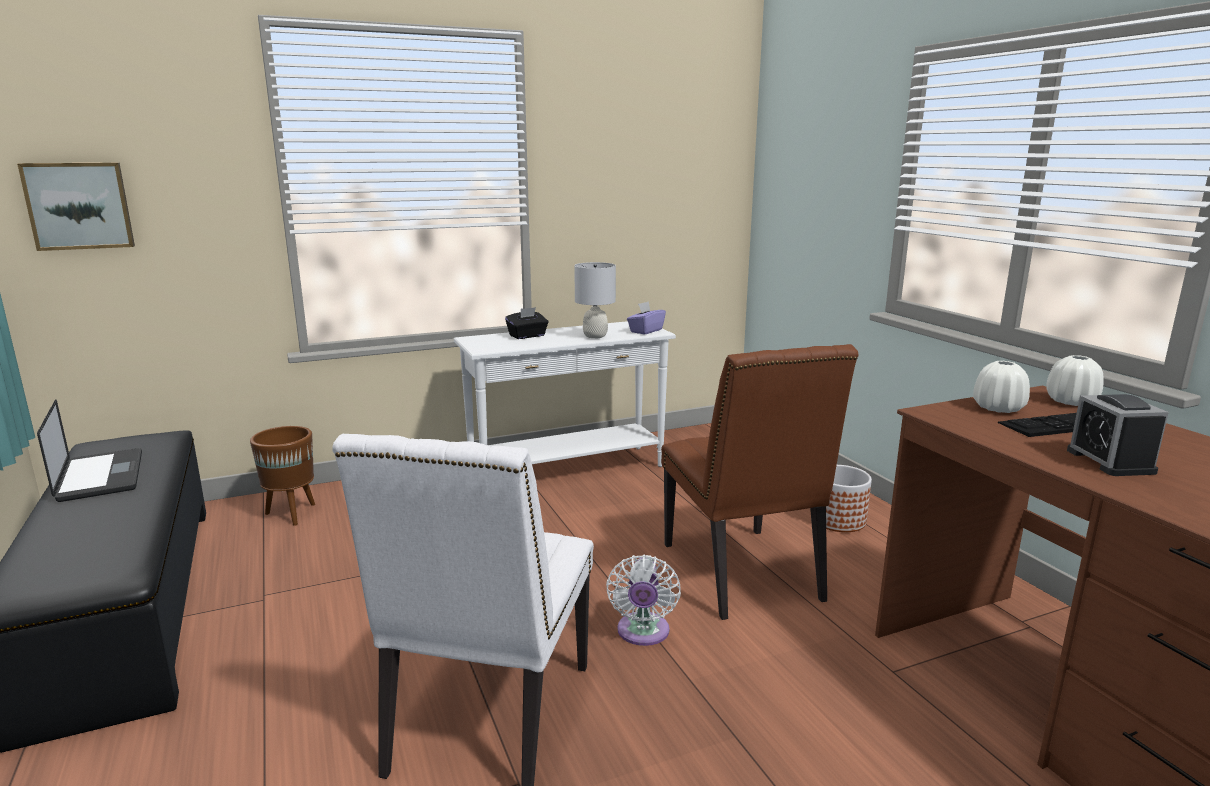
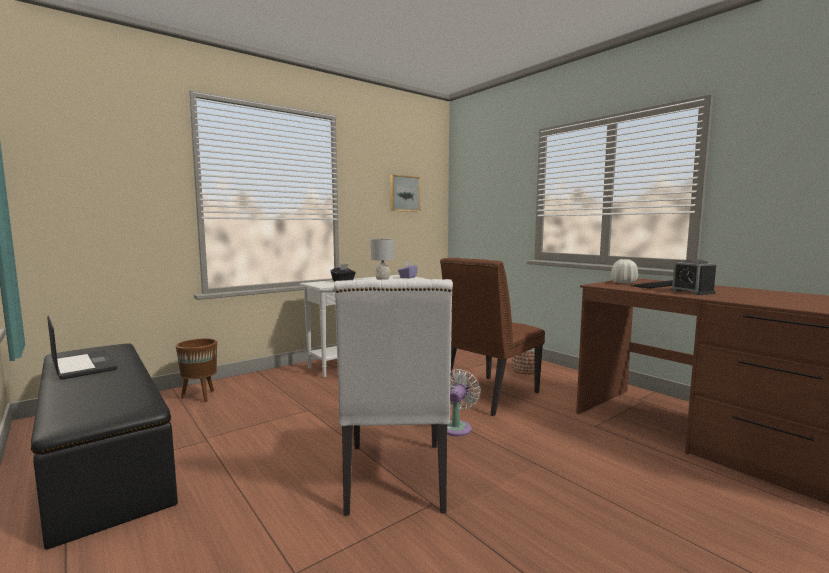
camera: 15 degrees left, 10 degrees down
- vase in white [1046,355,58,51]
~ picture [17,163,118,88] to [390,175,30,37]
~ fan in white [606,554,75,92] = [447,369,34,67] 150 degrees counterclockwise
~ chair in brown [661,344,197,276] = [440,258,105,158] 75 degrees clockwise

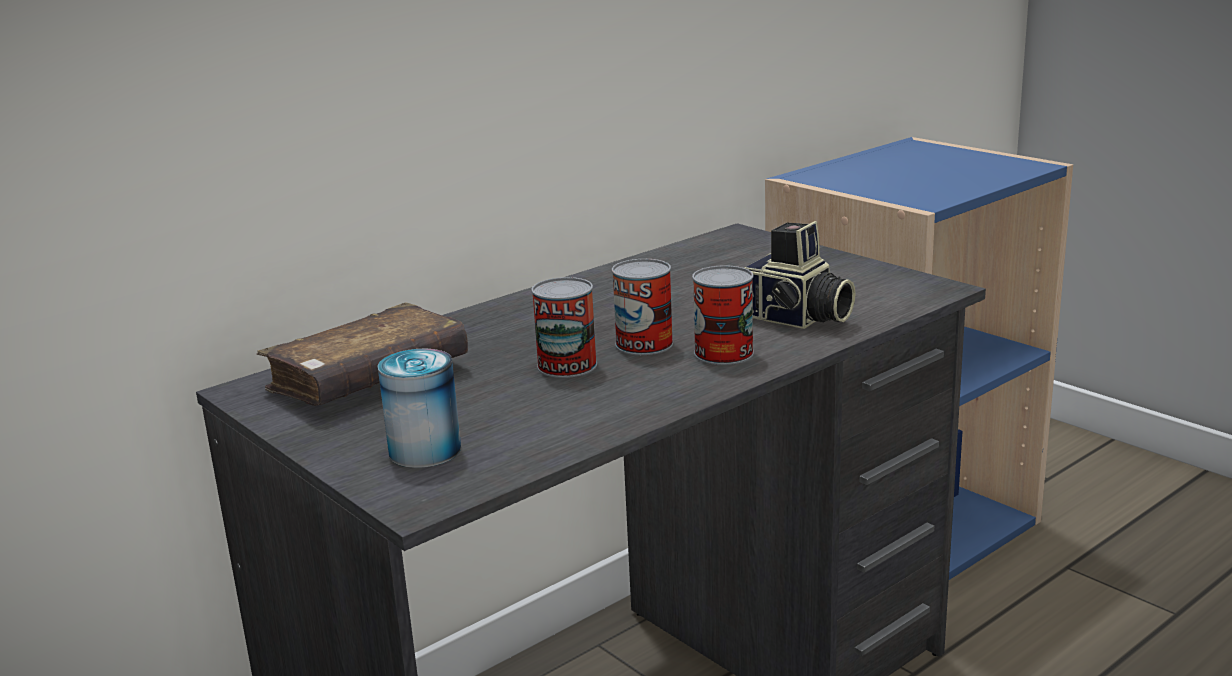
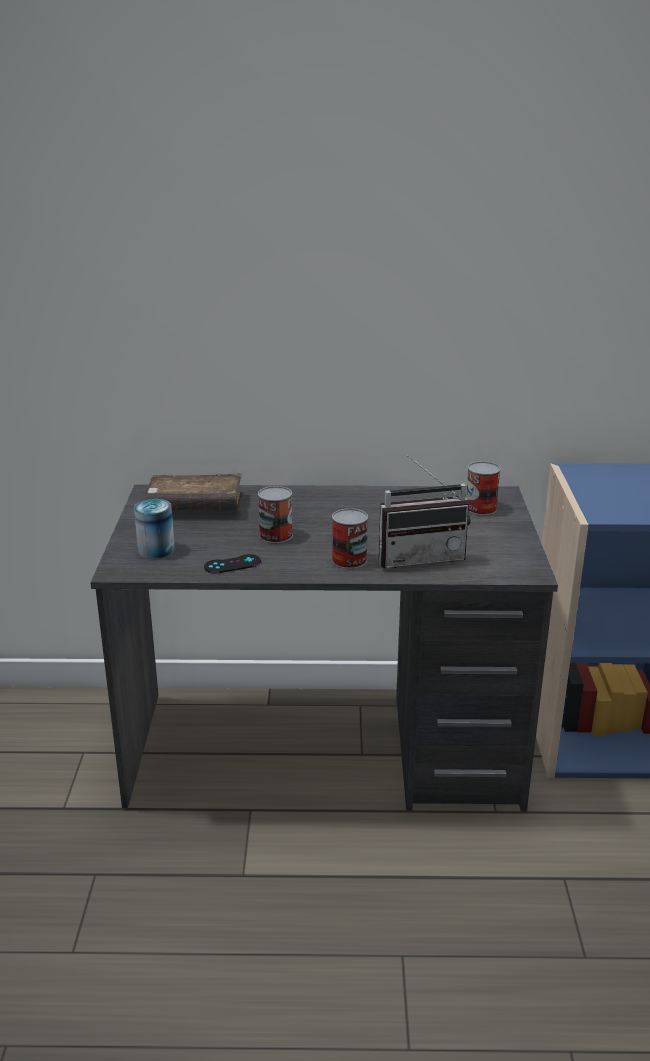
camera: 40 degrees right, 5 degrees up
+ game controller in black [204,554,57,19]
~ can [612,259,61,96] to [466,461,35,54]
~ photo camera [744,221,112,108] to radio [379,455,92,113]

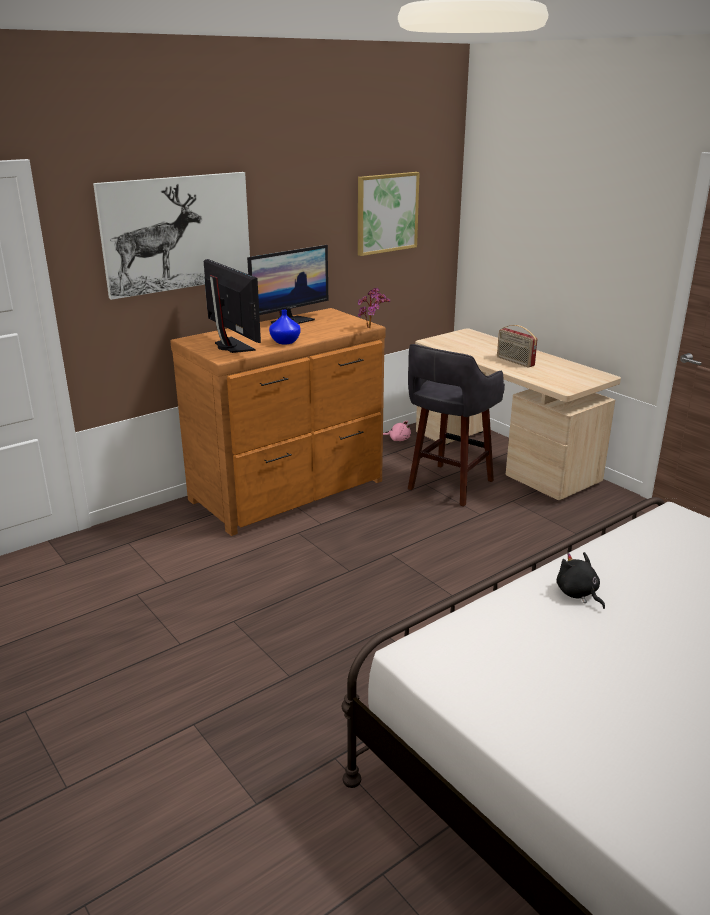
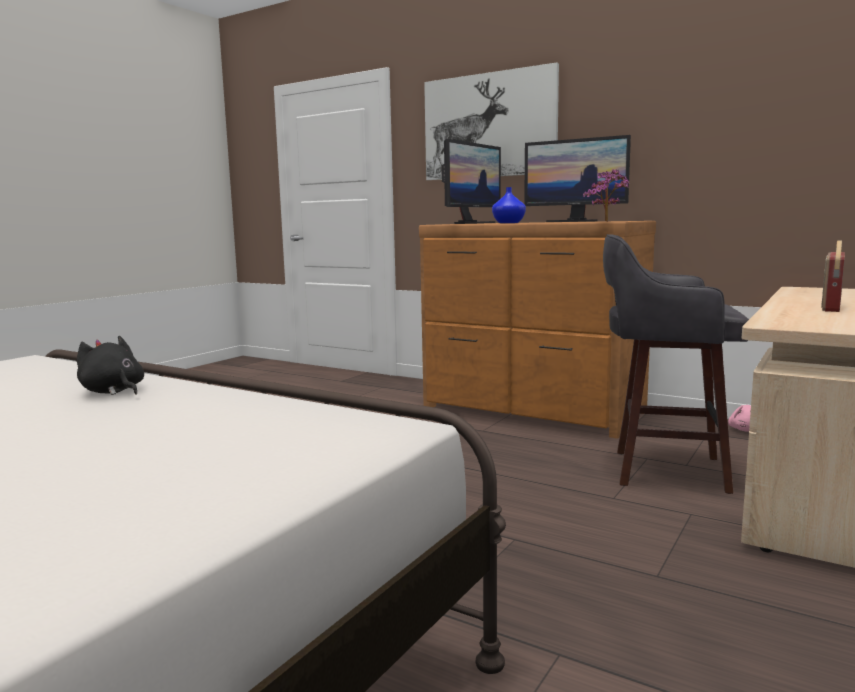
camera: 70 degrees right, 15 degrees down
- picture [358,172,62,84]
~ plush toy in black [557,552,48,57] = [77,336,67,59] 90 degrees counterclockwise

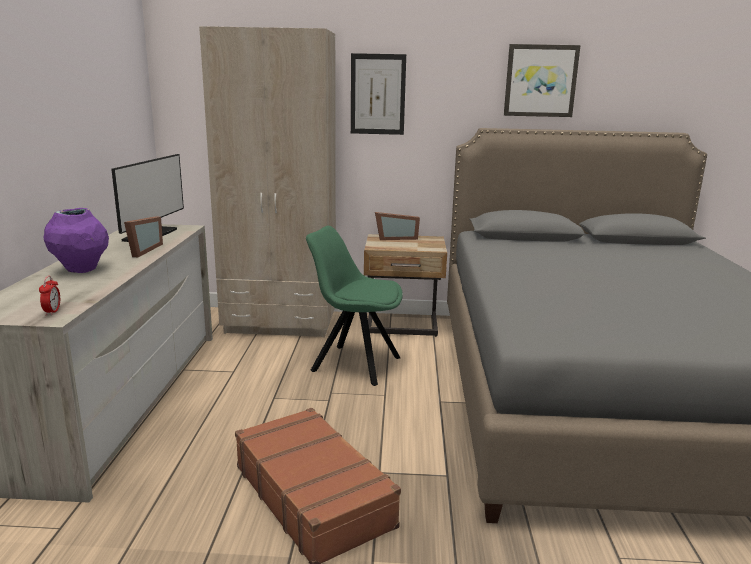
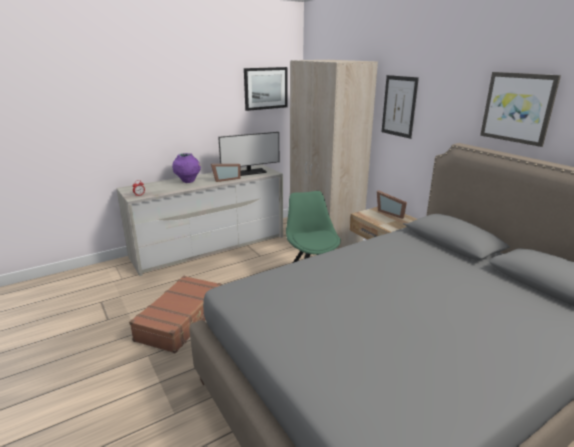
camera: 55 degrees right, 5 degrees up
+ picture [244,67,43,44]

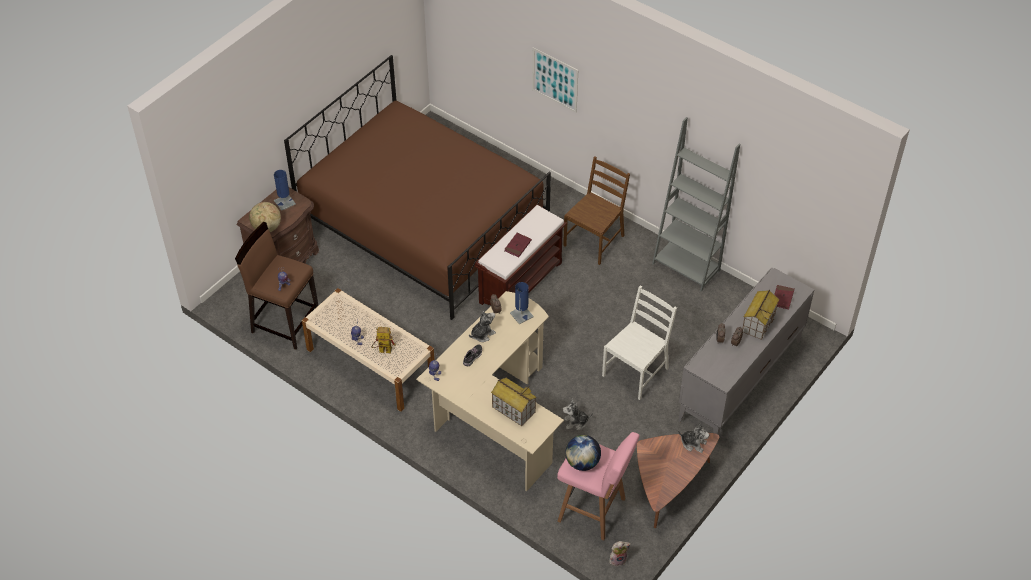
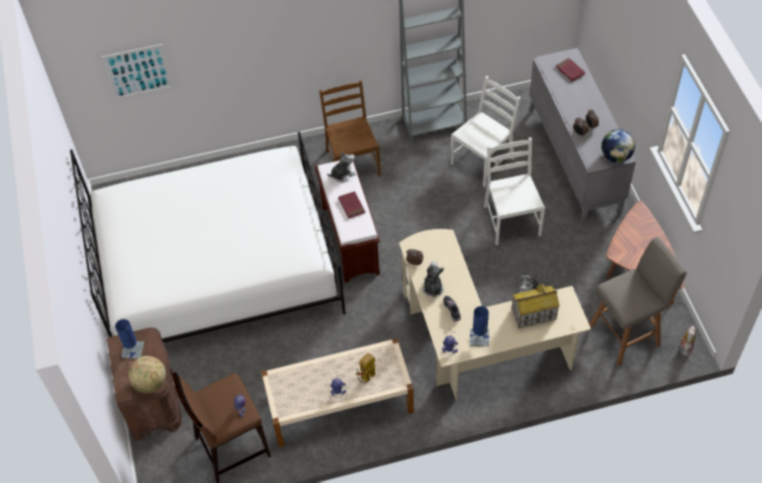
camera: 50 degrees left, 5 degrees up
- toy house [742,290,37,50]
+ chair in white [451,76,70,111]
~ table lamp in blue [510,282,24,42] to [470,306,19,40]
~ picture [532,47,46,66] to [101,44,73,56]
~ globe [565,435,36,36] to [601,129,34,34]
~ plush toy [678,424,32,29] to [327,152,29,30]
~ bed in brown [284,55,267,265] to bed in white [70,132,276,211]
~ stool in pink [557,432,82,109] to stool in grey [589,237,98,130]

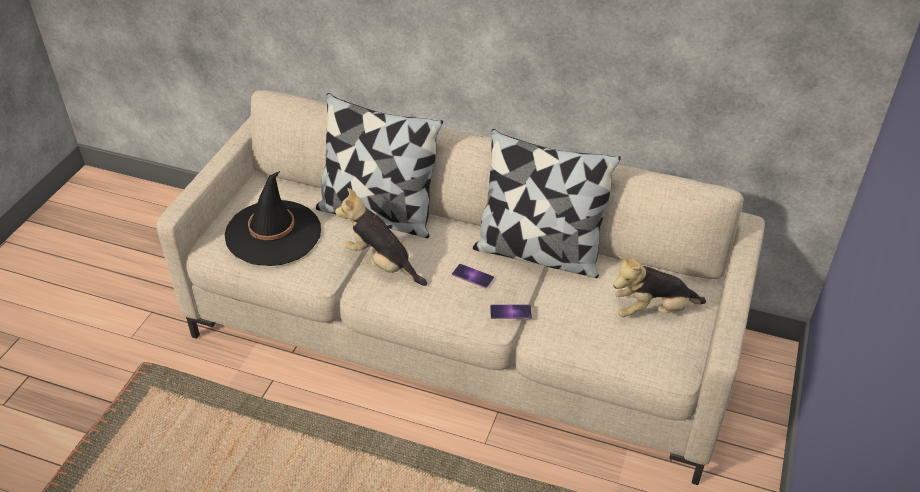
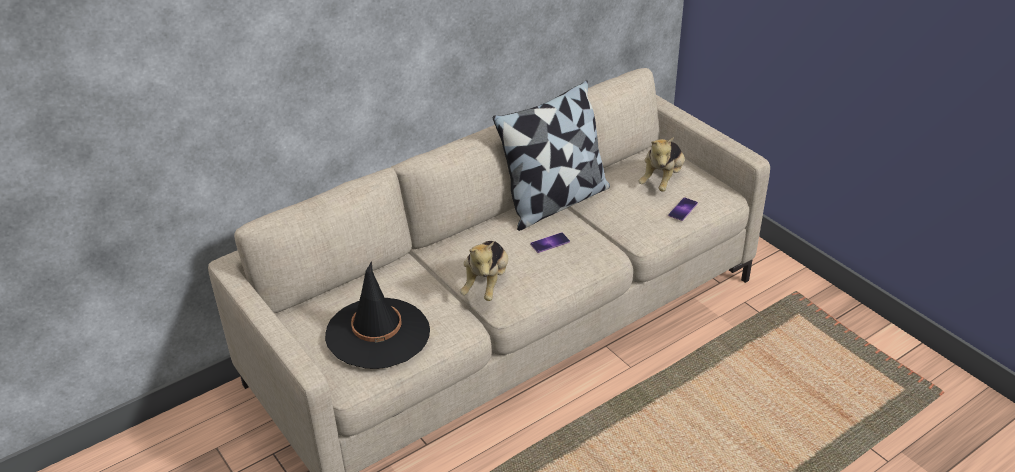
camera: 55 degrees left, 5 degrees down
- pillow [316,93,127,145]
~ phone [490,304,42,15] to [668,197,30,24]
~ plush toy [335,188,93,98] = [460,241,48,60] 60 degrees counterclockwise

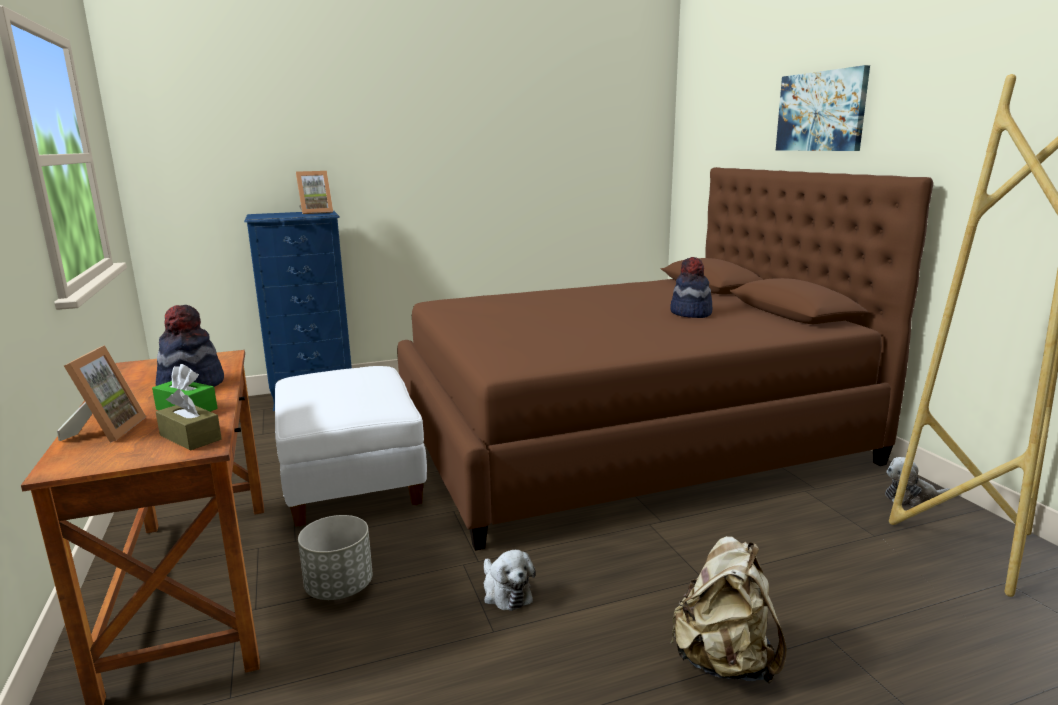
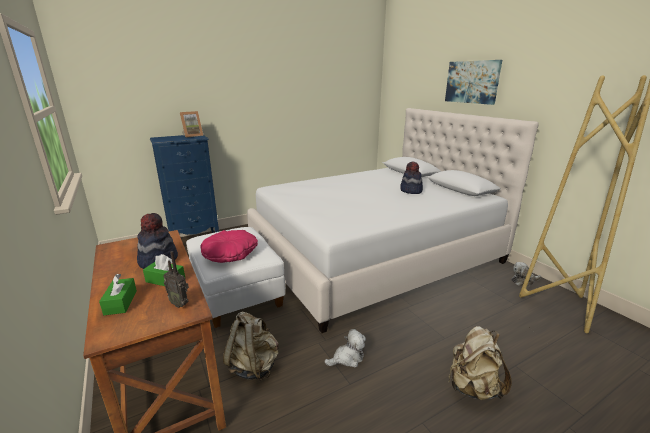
camera: 10 degrees left, 5 degrees up
+ pillow in pink [200,230,58,33]
~ picture frame [57,345,89,98] to tissue box in green [99,274,38,41]
~ tissue box in brown [156,389,66,62] to radio [163,251,26,57]
~ planter in grey [298,515,75,85] to backpack in beige [223,311,56,70]
~ bed in brown [397,167,536,384] to bed in white [247,108,292,225]
~ plush toy [484,550,52,61] = [324,329,42,38] 75 degrees counterclockwise

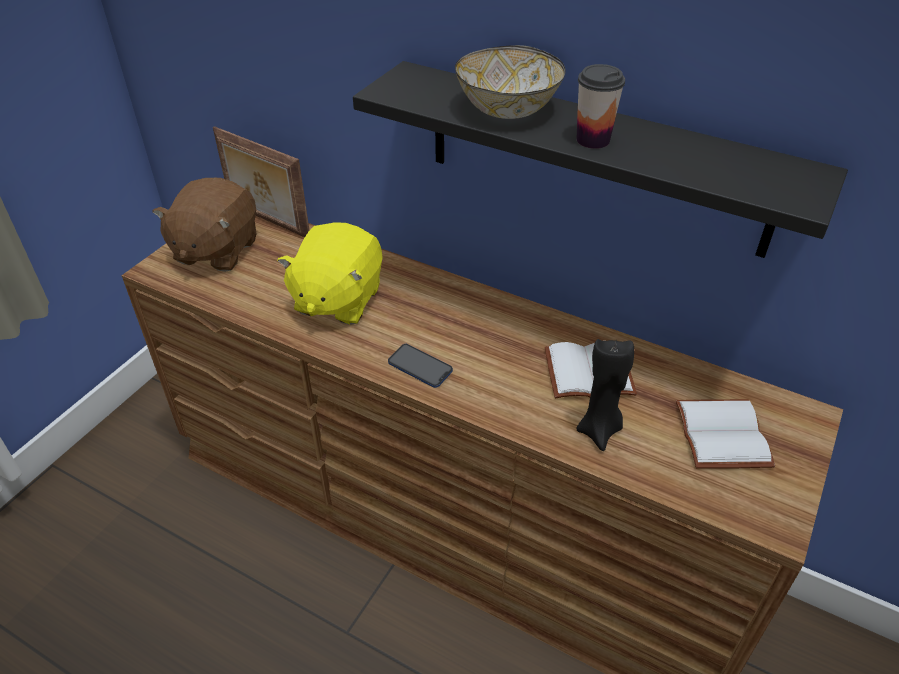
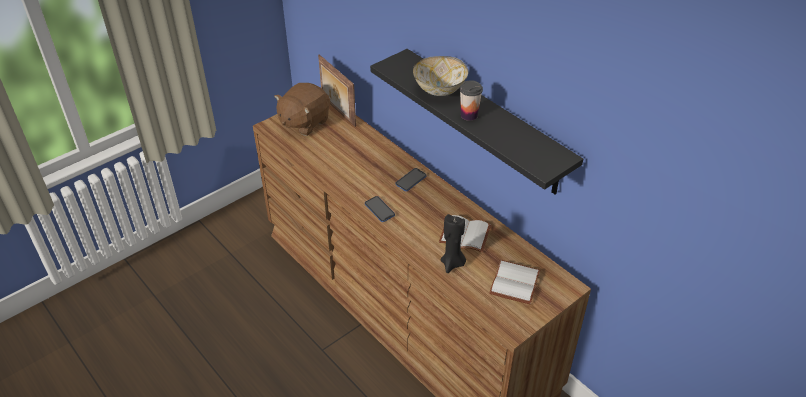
camera: 20 degrees right, 0 degrees up
- plush toy in yellow [277,222,106,103]
+ phone [395,168,32,23]

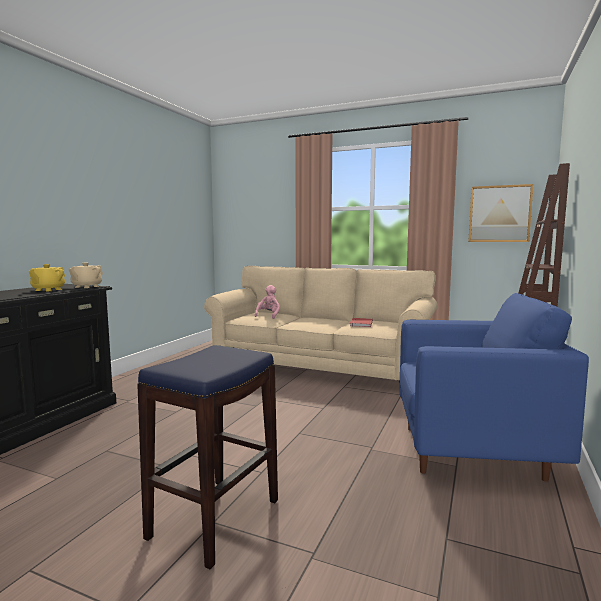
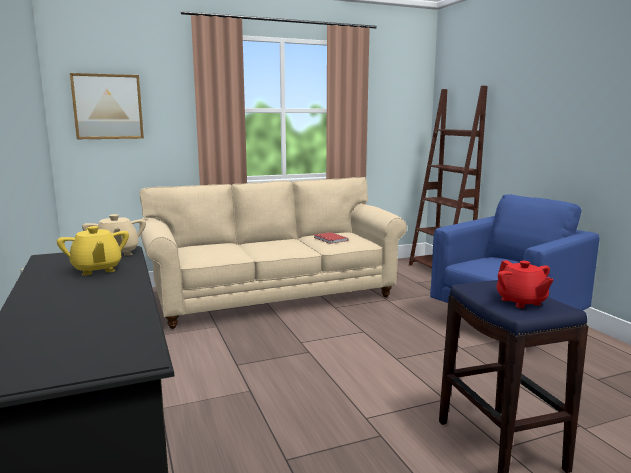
camera: 45 degrees left, 5 degrees up
- plush toy in pink [254,285,26,34]
+ teapot in red [496,260,58,48]
~ picture [468,184,66,58] to [70,73,74,66]

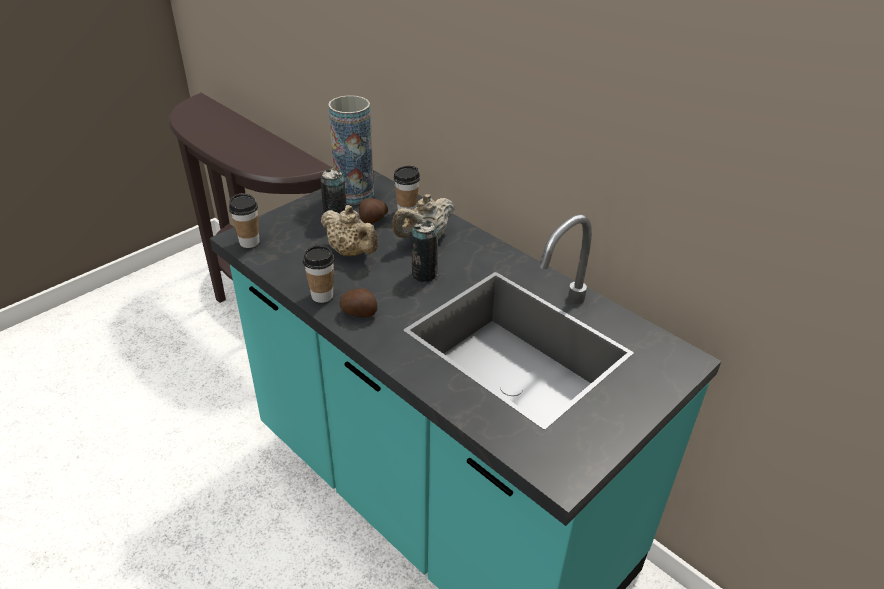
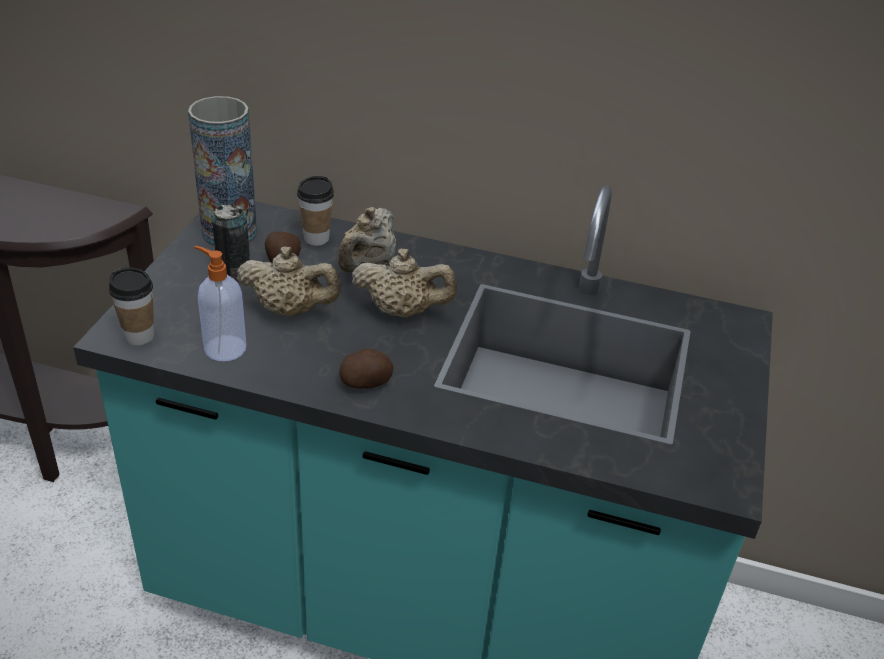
camera: 30 degrees left, 0 degrees up
- cup [303,245,32,58]
+ soap dispenser [194,246,52,115]
~ can [411,221,27,61] to teapot in beige [352,249,105,69]

